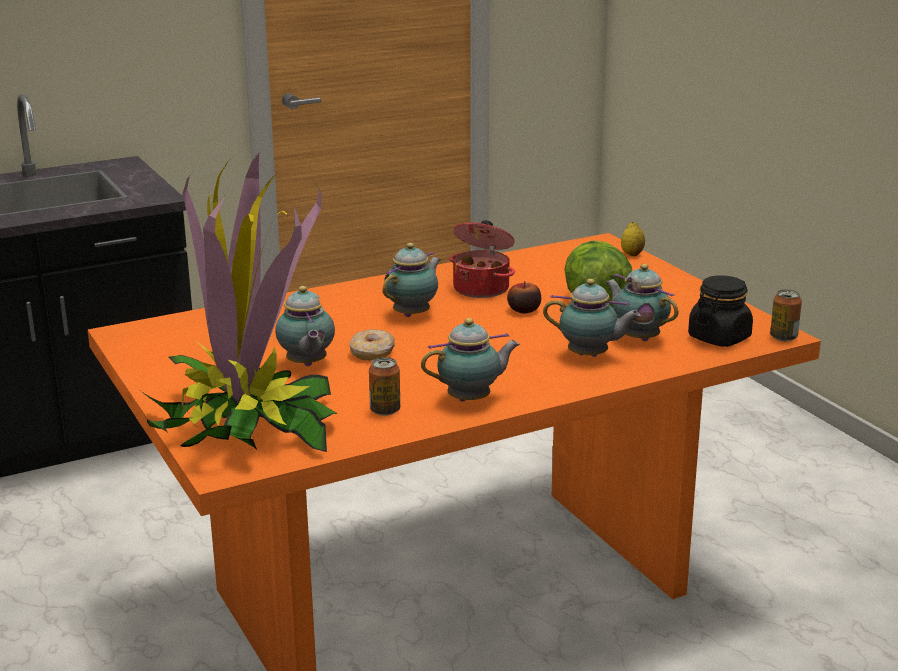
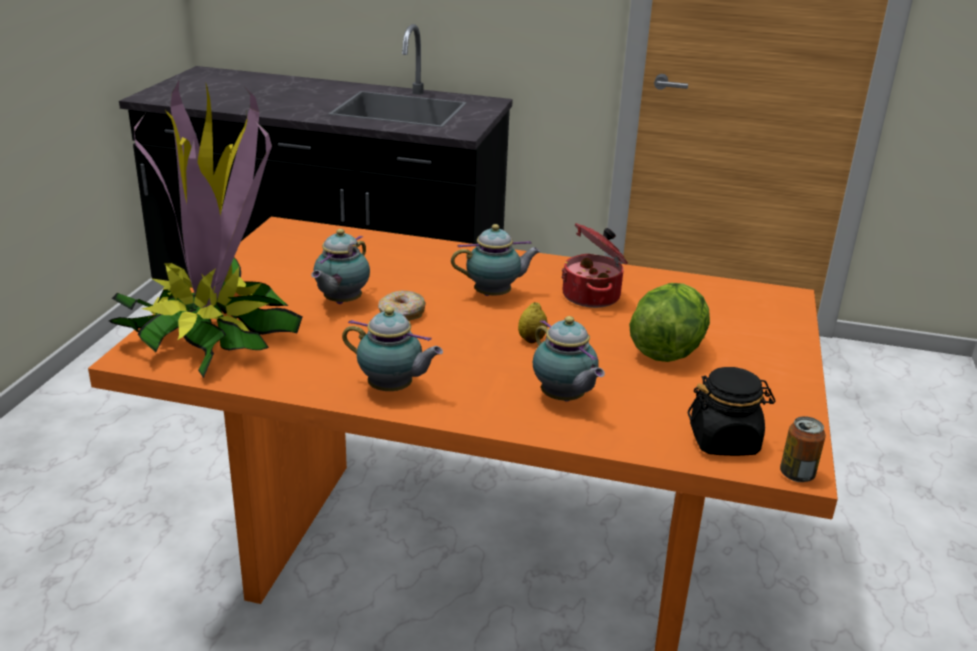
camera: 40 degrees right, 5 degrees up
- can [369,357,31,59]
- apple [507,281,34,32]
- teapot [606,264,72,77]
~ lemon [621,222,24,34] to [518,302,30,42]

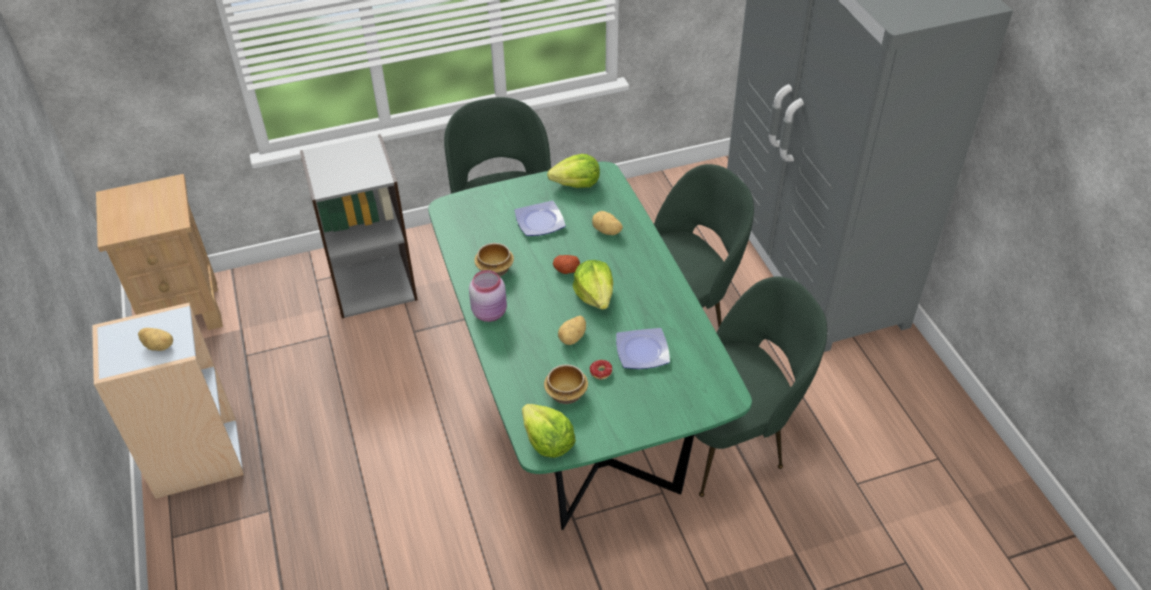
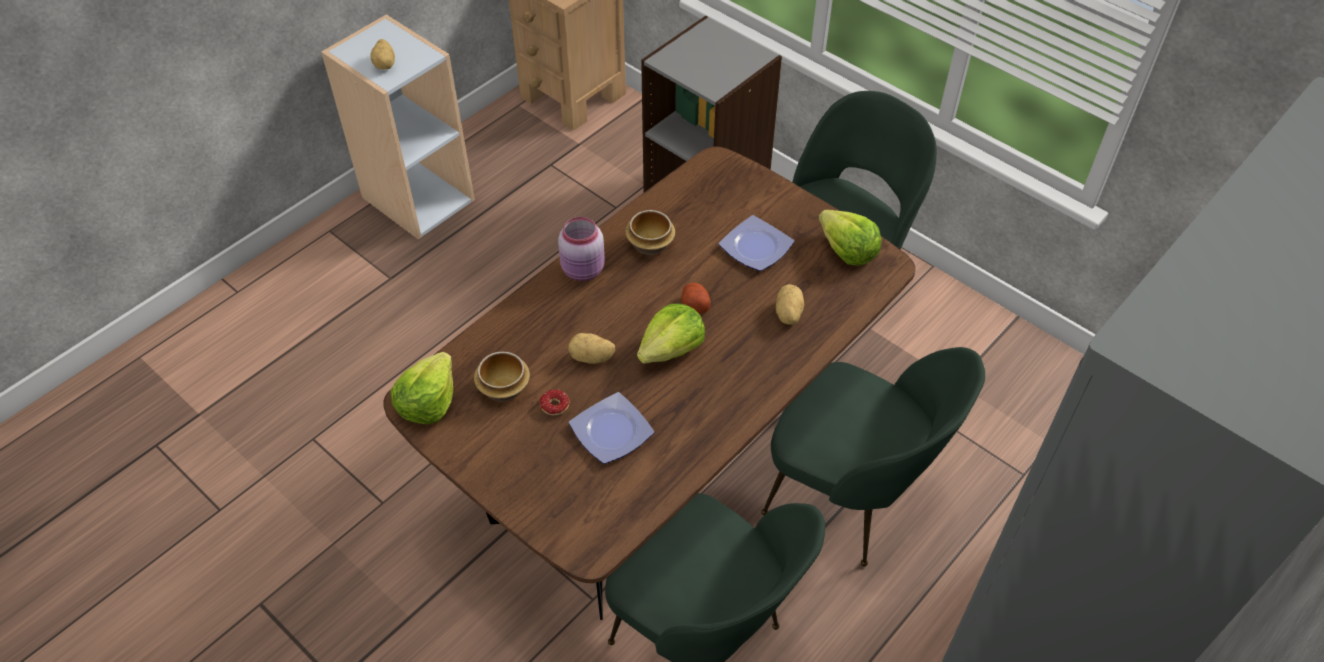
camera: 60 degrees right, 5 degrees up
~ dining table in green [428,162,324,368] to dining table in brown [383,146,533,474]

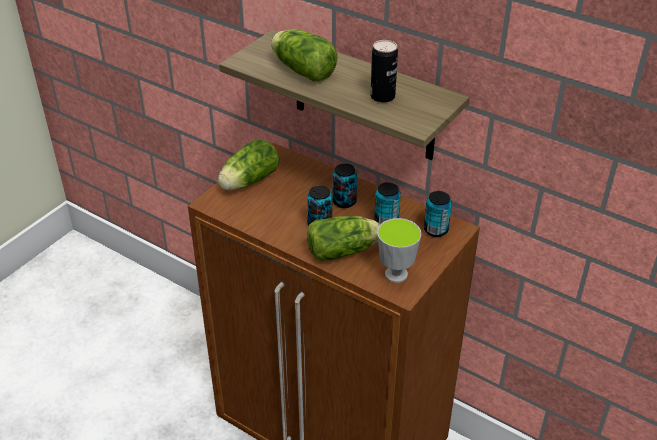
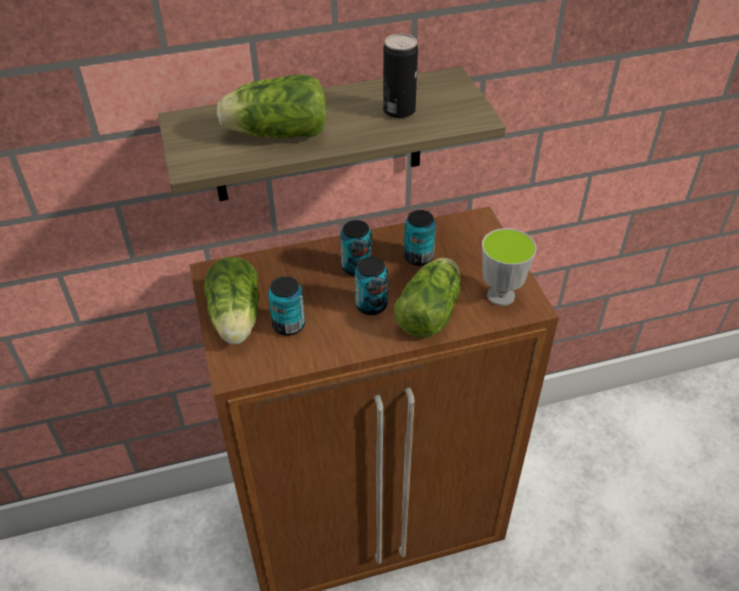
camera: 50 degrees left, 5 degrees up
~ can [424,191,28,46] to [268,276,37,60]

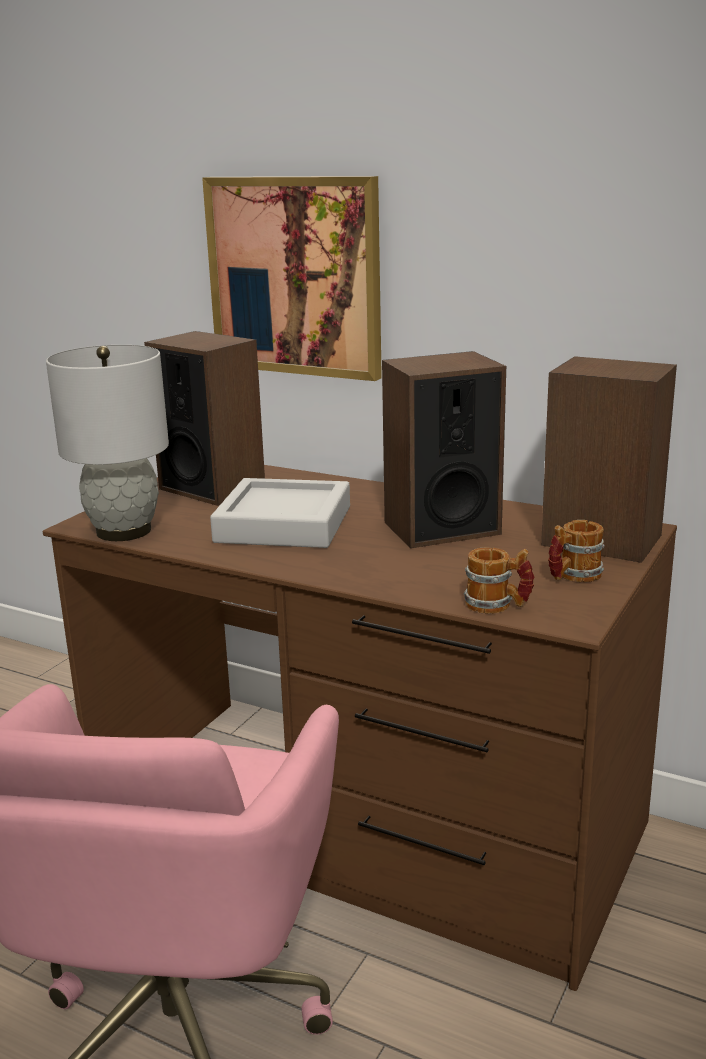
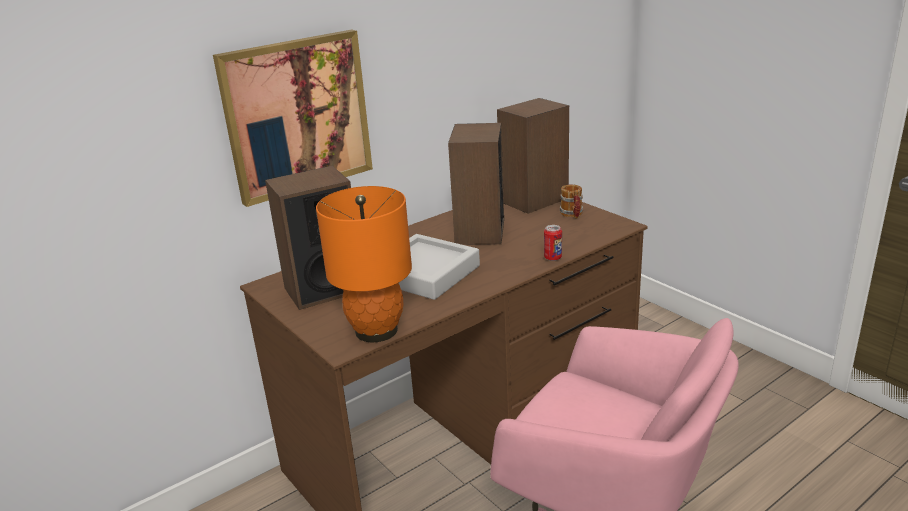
camera: 65 degrees left, 5 degrees up
- mug [464,548,71,66]
+ can [544,225,18,36]
~ table lamp in white [46,345,123,196] to table lamp in orange [316,186,96,156]

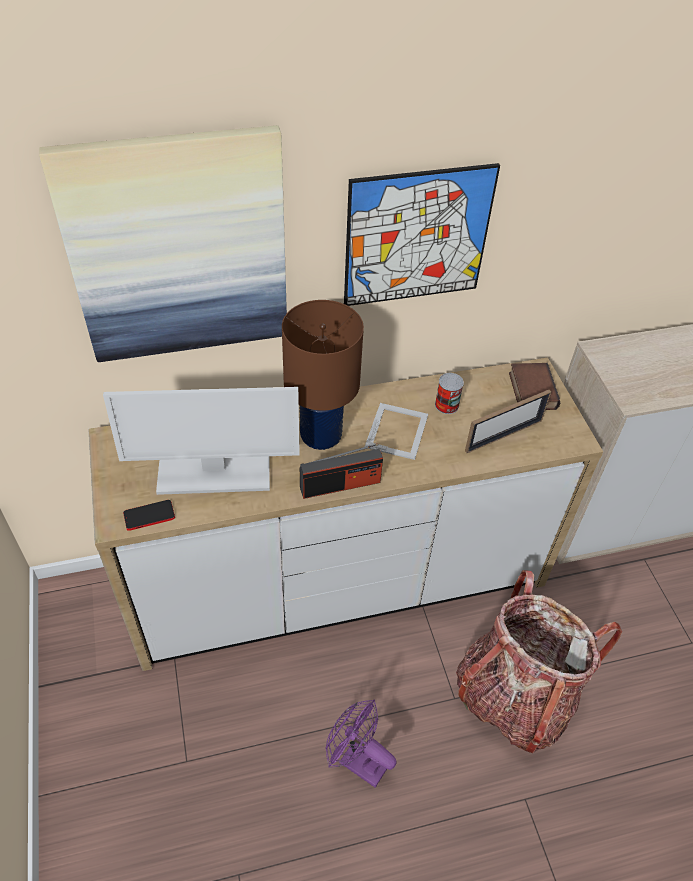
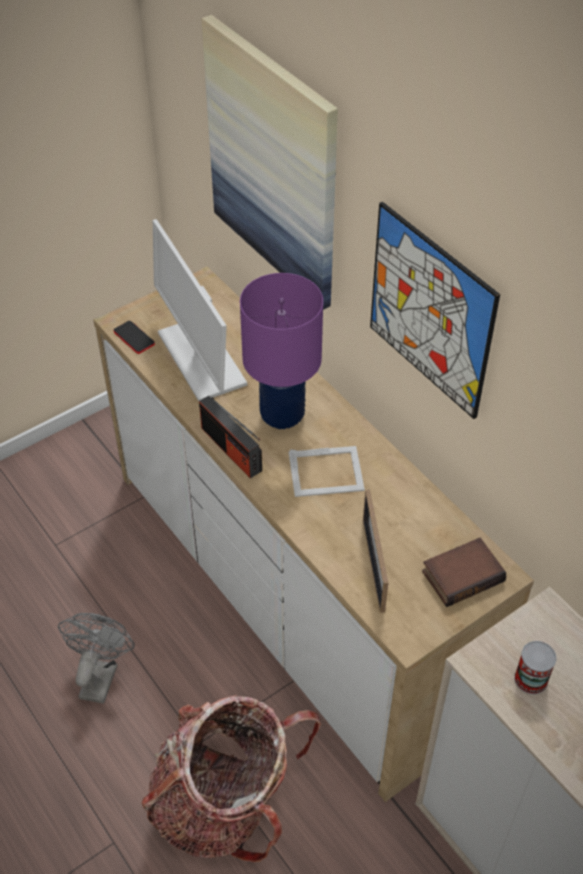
camera: 70 degrees right, 0 degrees up
~ can [435,373,29,41] to [514,641,43,53]
~ table lamp in brown [282,300,82,150] to table lamp in purple [240,273,83,156]
~ fan in purple [326,699,71,88] to fan in grey [58,613,77,91]
~ picture frame [465,390,86,63] = [363,490,25,123] 45 degrees clockwise

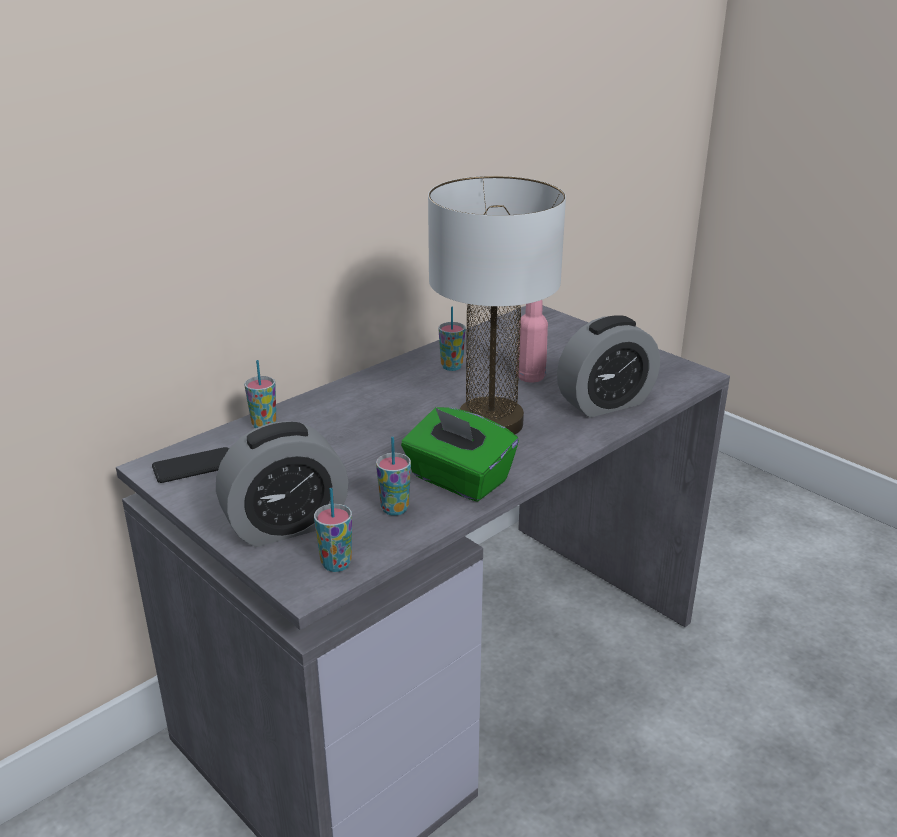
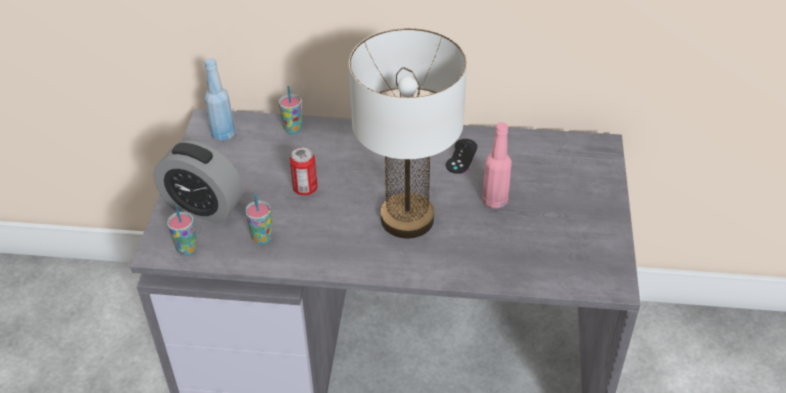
camera: 50 degrees right, 15 degrees up
- tissue box in green [401,407,118,95]
- alarm clock [557,315,103,103]
+ can [290,148,28,48]
~ phone [152,447,77,36] to bottle in blue [205,58,30,83]
~ cup [438,307,27,64] to game controller in black [446,139,32,35]

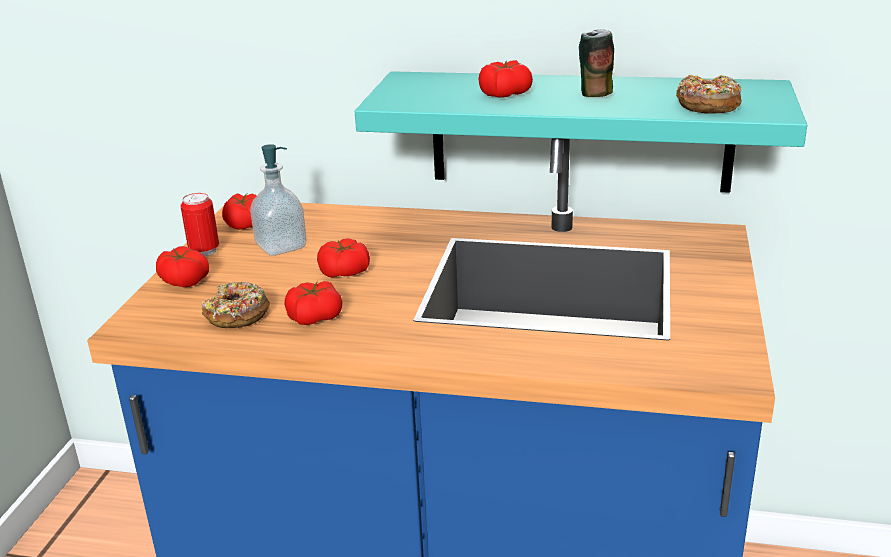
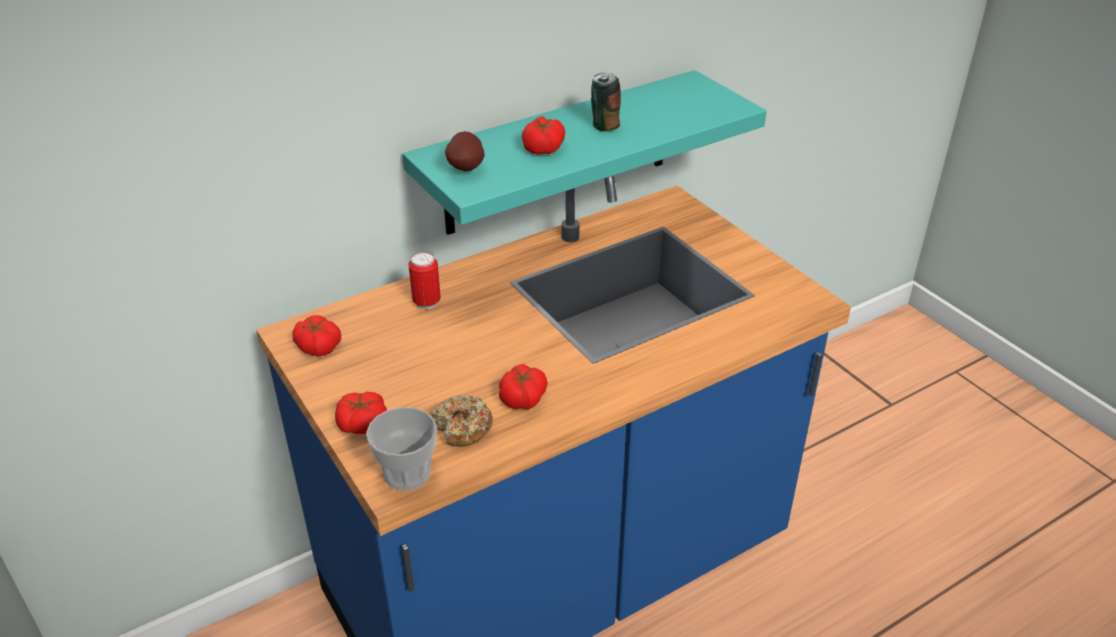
camera: 45 degrees left, 10 degrees up
- soap dispenser [250,144,57,112]
- tomato [317,238,53,39]
- donut [676,75,66,39]
+ cup [366,407,71,84]
+ potato [445,131,40,40]
~ can [180,193,39,63] to [408,252,33,57]

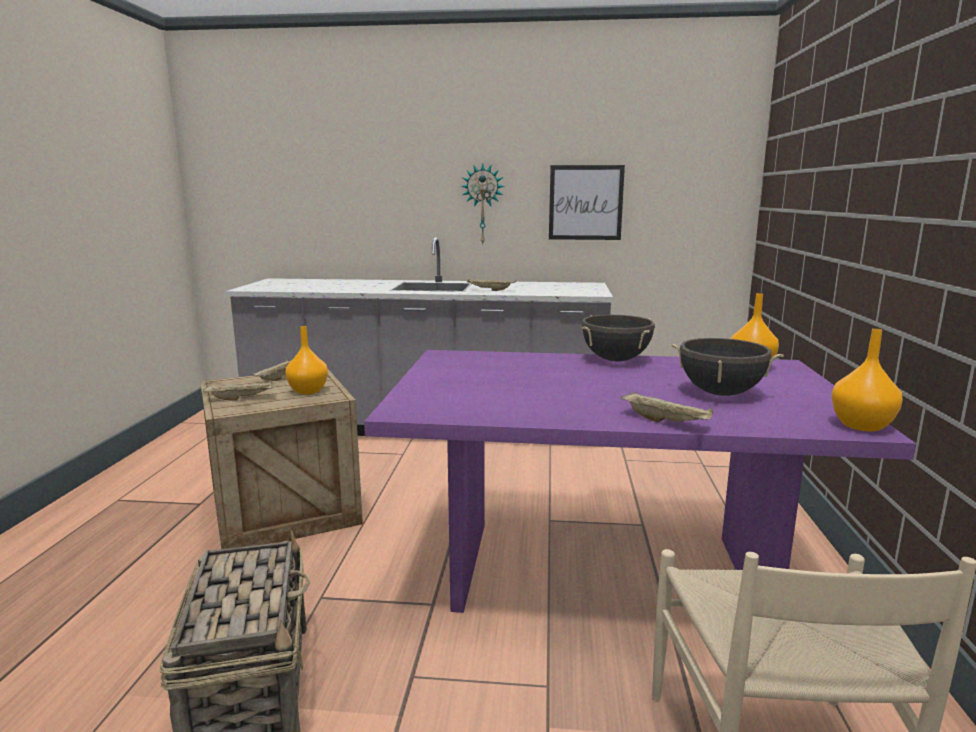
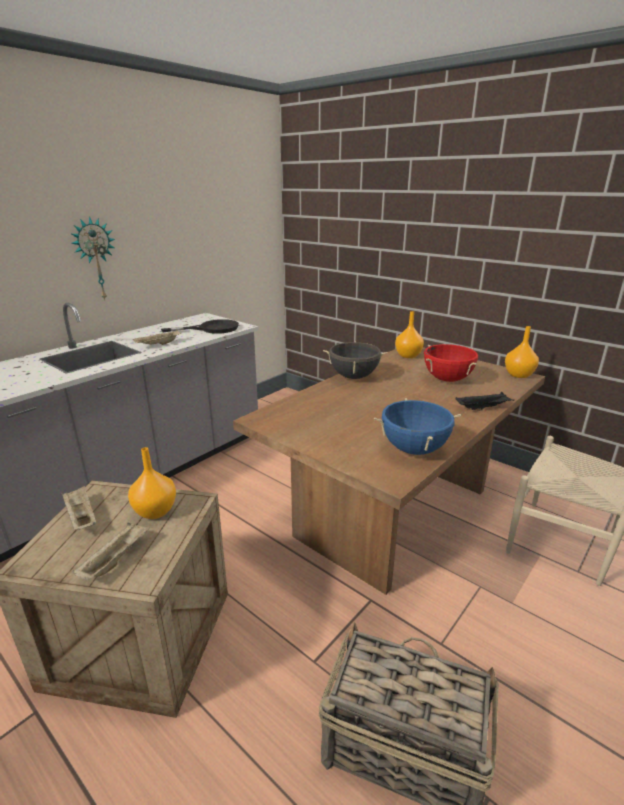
camera: 55 degrees left, 10 degrees up
- picture [549,165,76,75]
+ frying pan in black [161,319,78,15]
+ cooking pot in blue [374,398,87,57]
~ dining table in purple [364,350,552,263] to dining table in brown [233,347,312,248]
~ tray in beige [620,392,94,30] to tray in black [455,392,60,19]
~ cooking pot in black [670,338,114,58] to cooking pot in red [424,344,54,38]

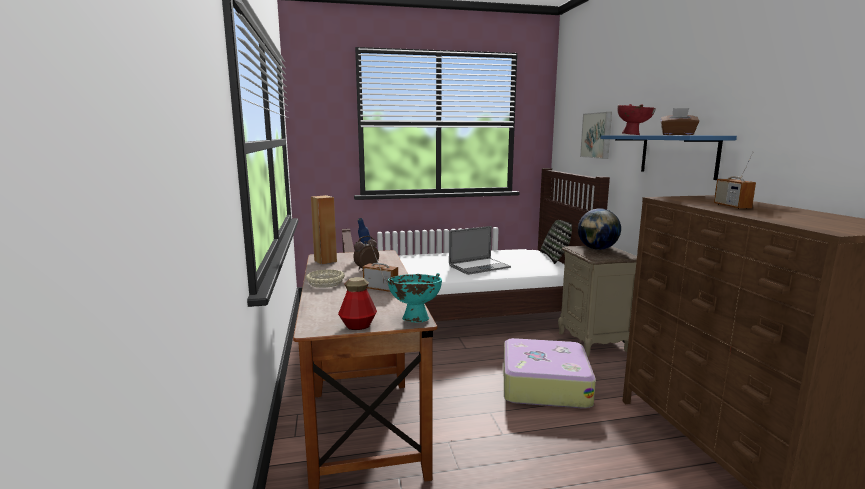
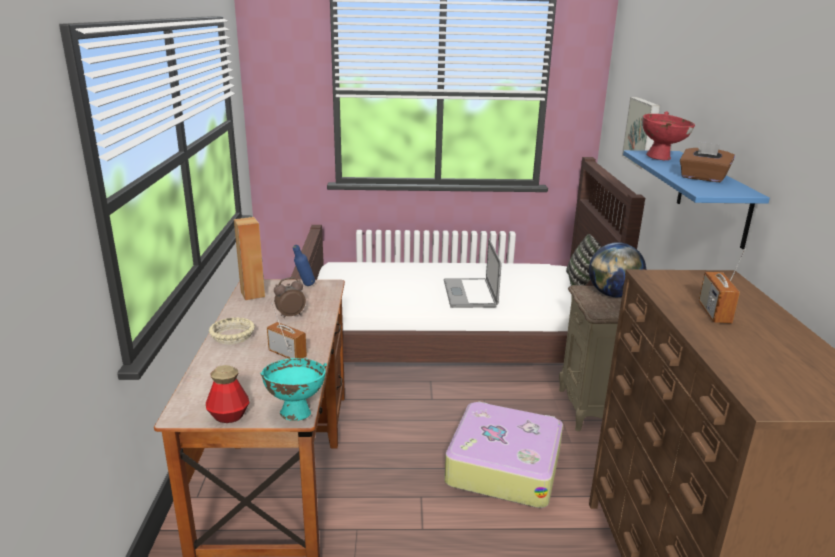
camera: 10 degrees right, 10 degrees up
~ laptop [449,226,62,49] = [444,239,57,69] 105 degrees clockwise

